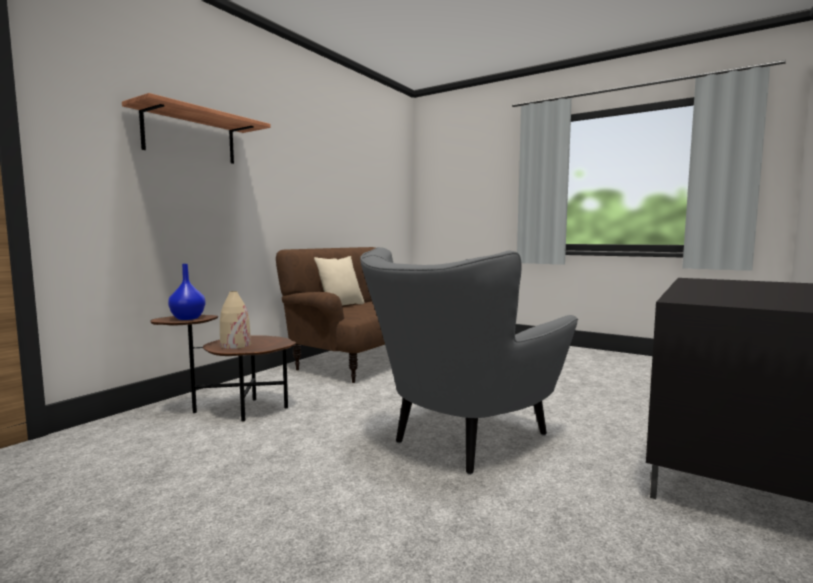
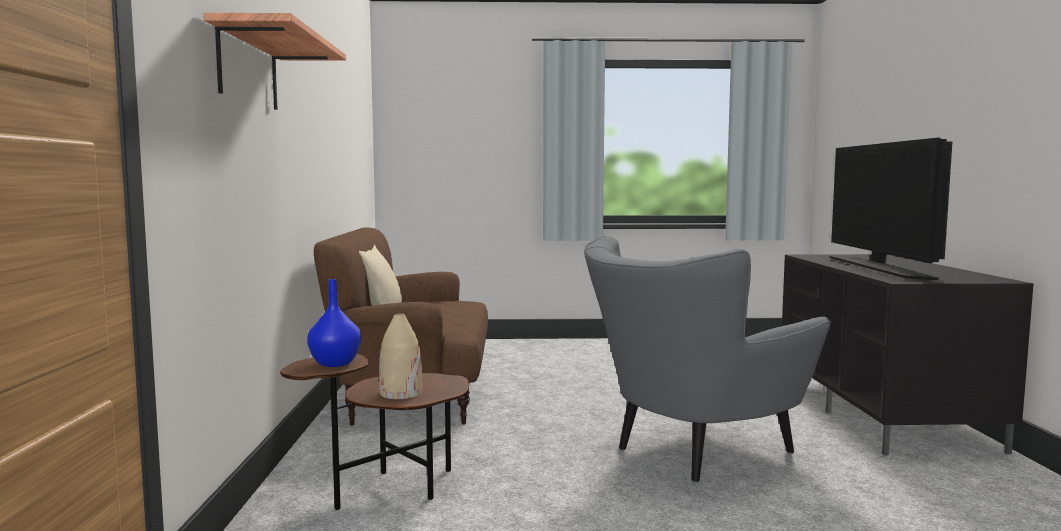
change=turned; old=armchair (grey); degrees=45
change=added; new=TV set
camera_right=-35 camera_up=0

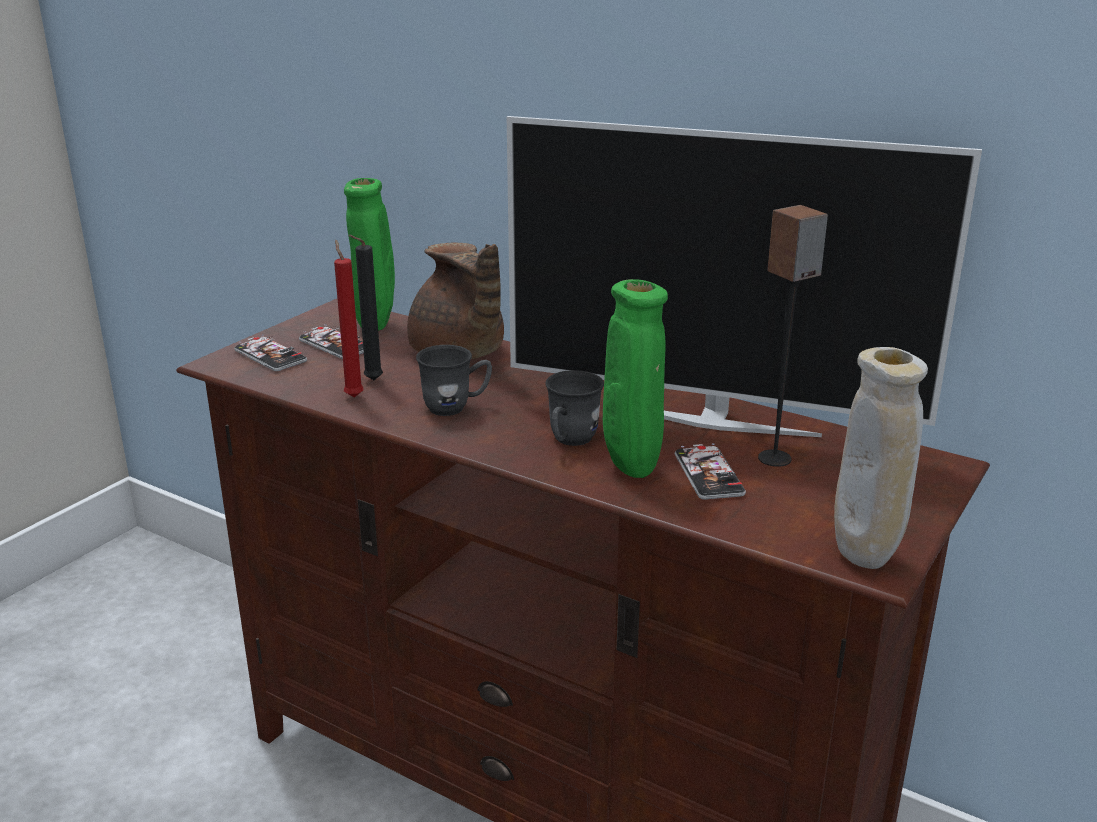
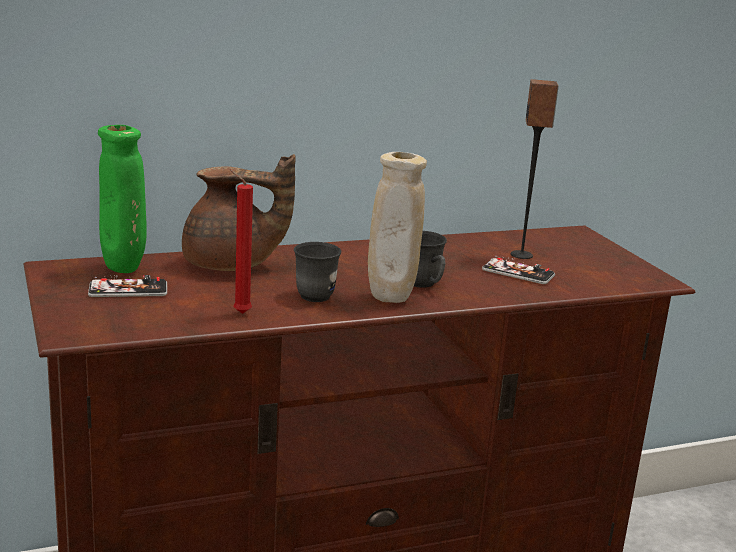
change=removed; old=TV set
change=removed; old=wax candle (black-coloured)
change=removed; old=vase (green) (2nd from left)
change=removed; old=telephone (1st from left)
change=moved; old=vase (beige)
camera_right=-55 camera_up=-5

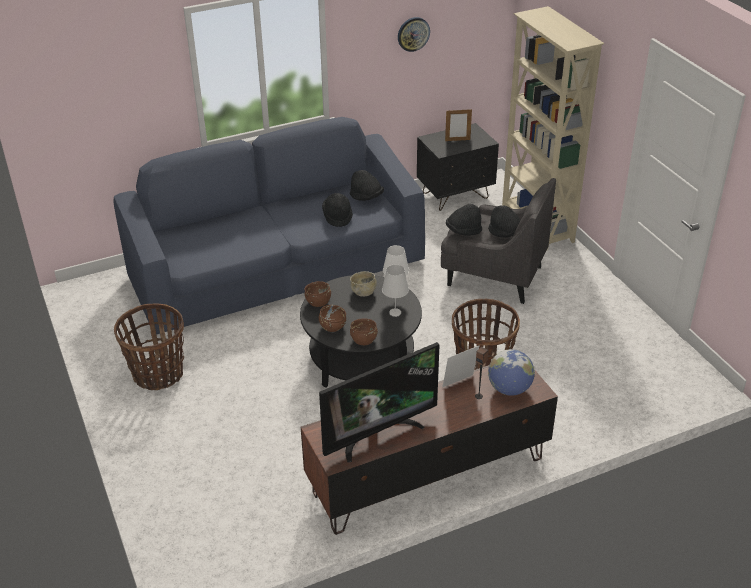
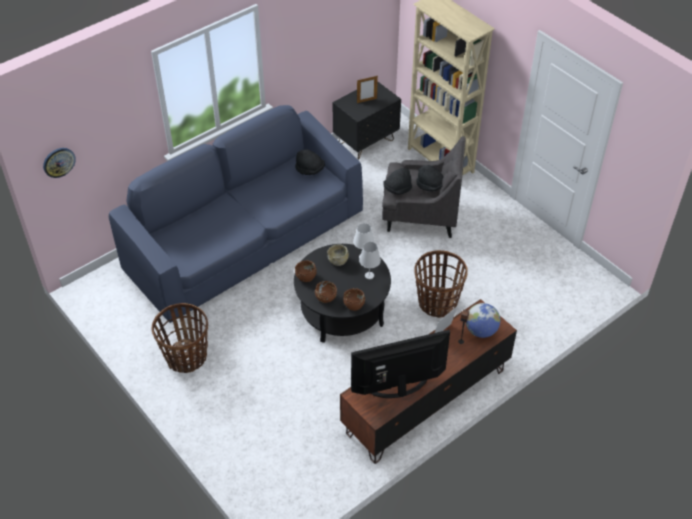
change=moved; old=hanging clock
change=removed; old=hat (black-coloured) (1st from left)
change=turned; old=TV set; degrees=-150
camera_right=-15 camera_up=10

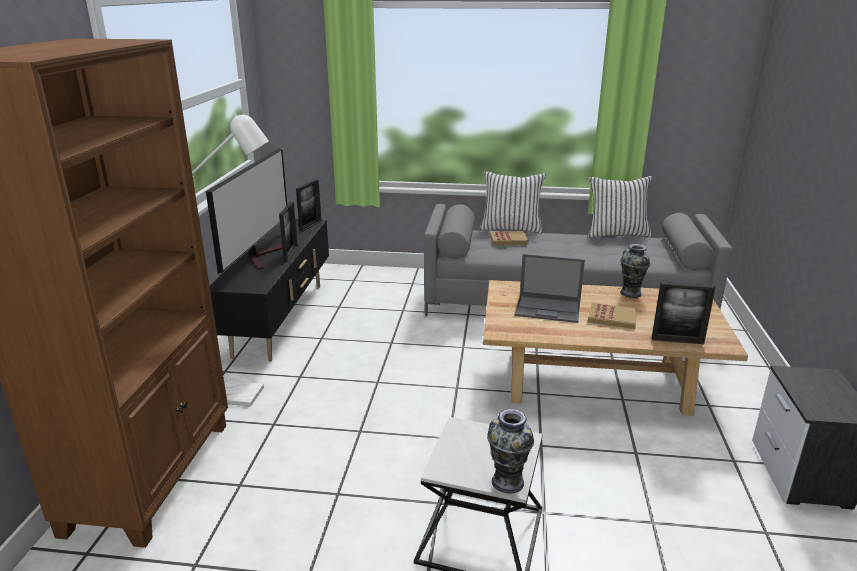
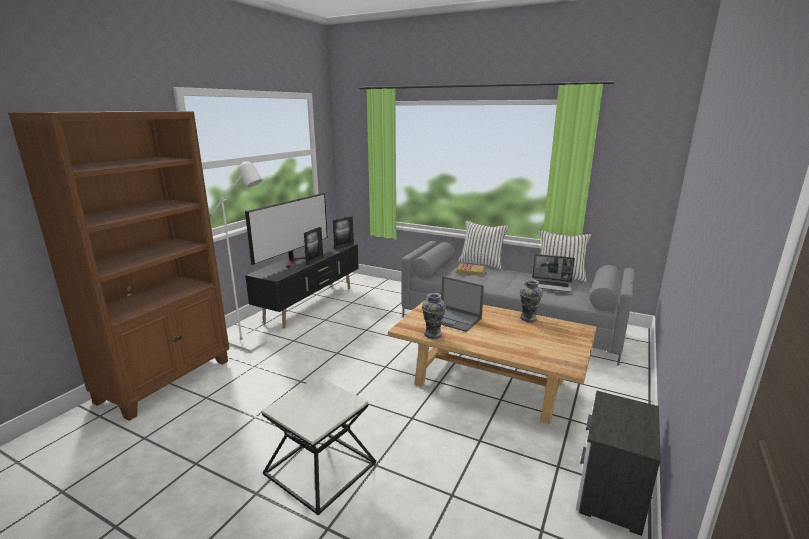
change=removed; old=standing frame (3rd from left)
change=removed; old=book (2nd from left)
change=moved; old=vase (1st from left)
change=added; new=portable computer (2nd from left)
camera_right=20 camera_up=-5

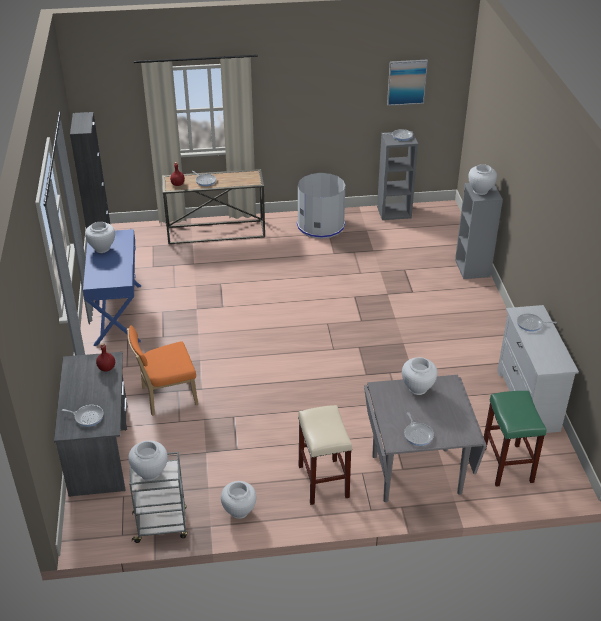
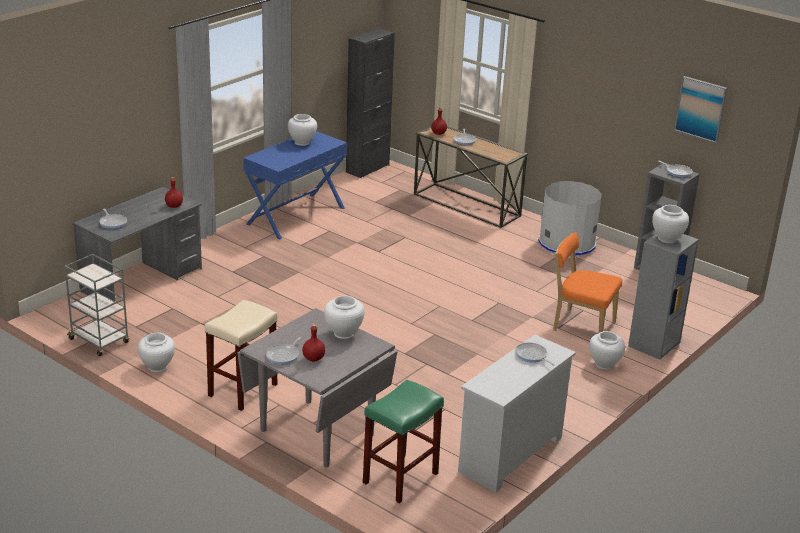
change=moved; old=upright chair (orange)
change=moved; old=vase (white) (2nd from left in the first image); new=vase (white) (4th from left)
change=added; new=bottle (red) (2nd from left)
camera_right=45 camera_up=-10

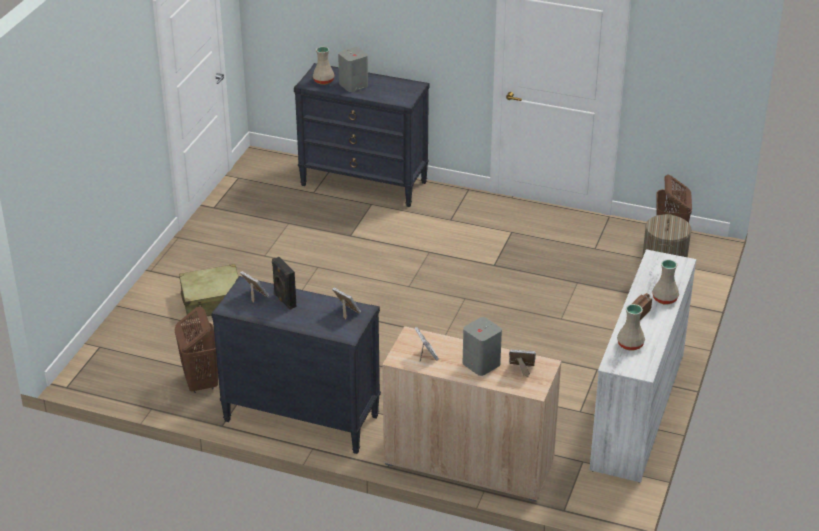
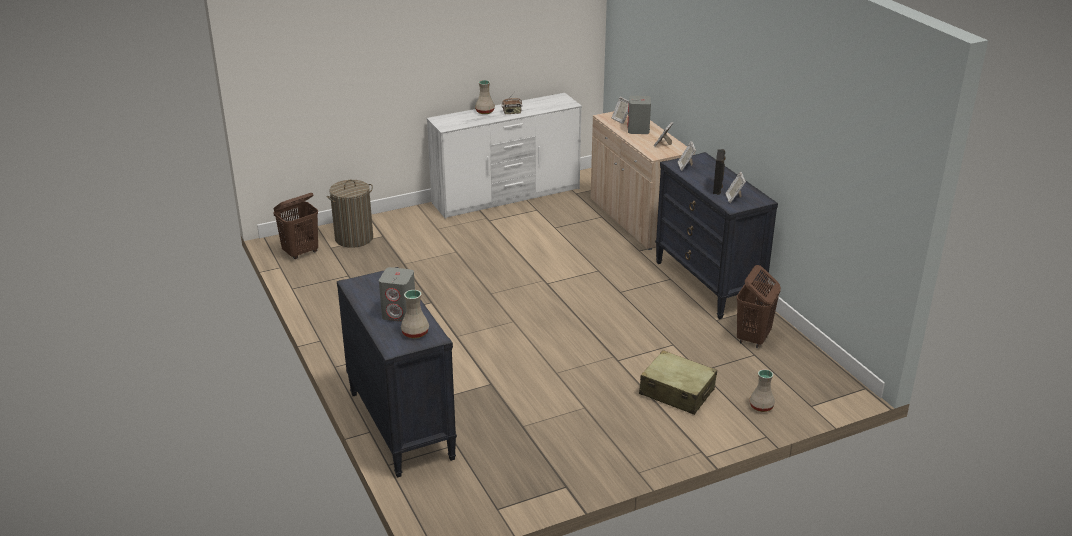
change=moved; old=vase (beige) (2nd from left in the first image); new=vase (beige) (3rd from left)
camera_right=-135 camera_up=-5

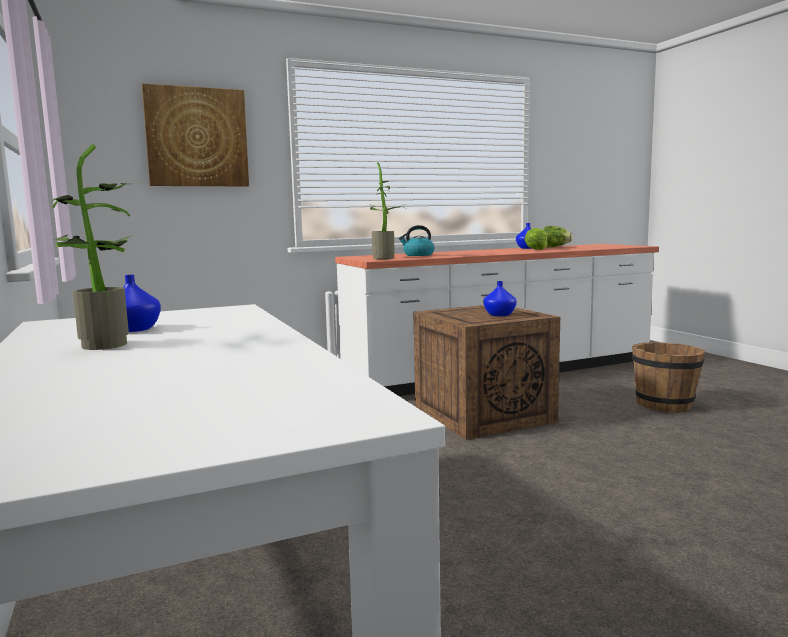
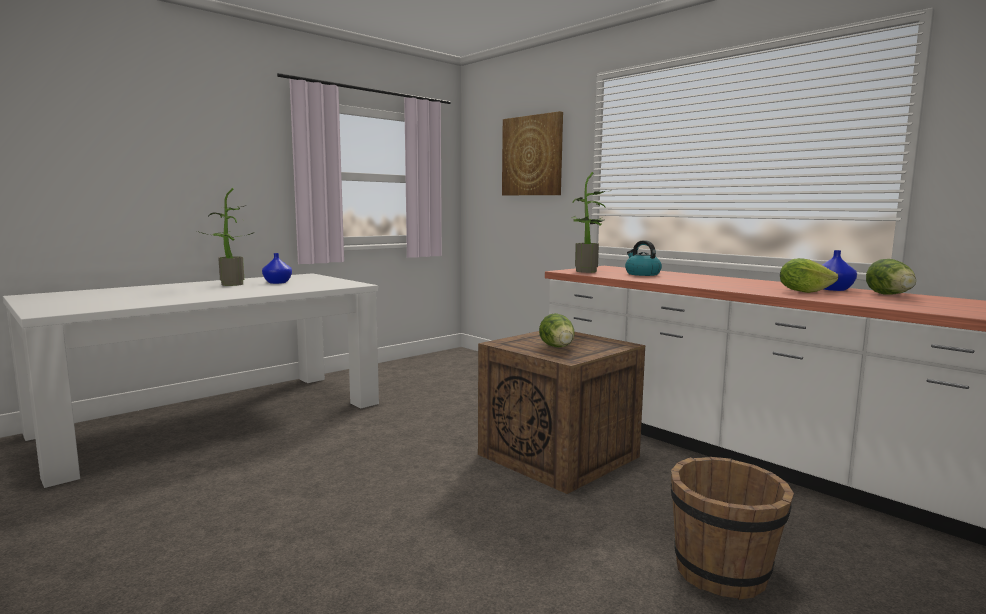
change=replaced; old=vase (blue-coloured) (2nd from left); new=lettuce head (1st from left)
camera_right=70 camera_up=0

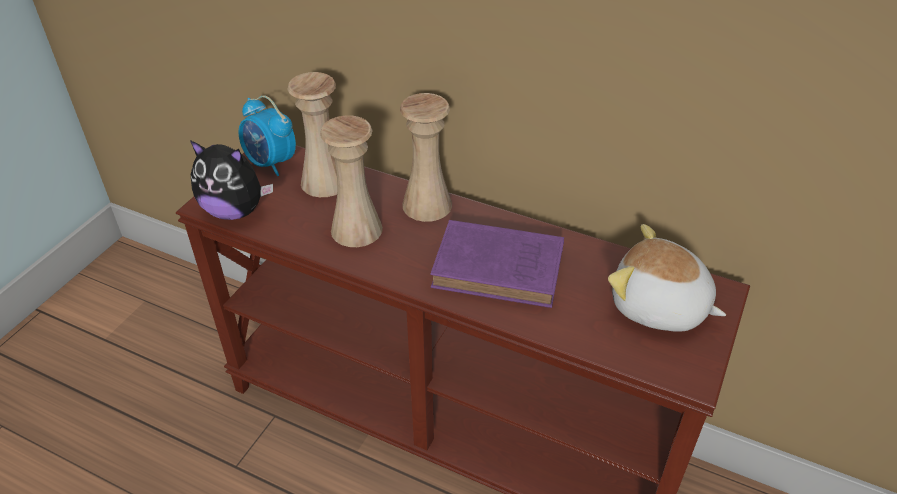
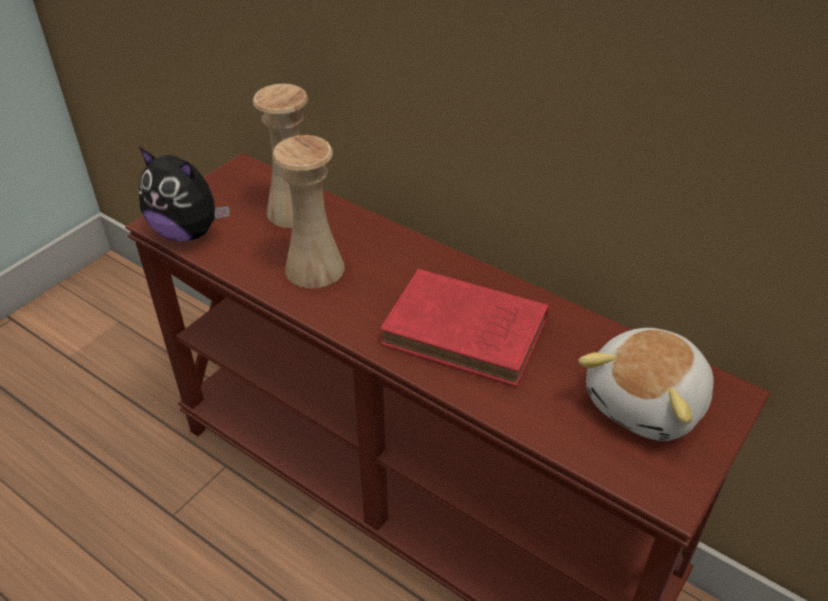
change=removed; old=vase (beige) (3rd from left)
change=removed; old=table clock
change=recoloured; old=book (purple-coloured); new=book (red)
change=turned; old=plush toy (2nd from left); degrees=-90
camera_right=10 camera_up=0

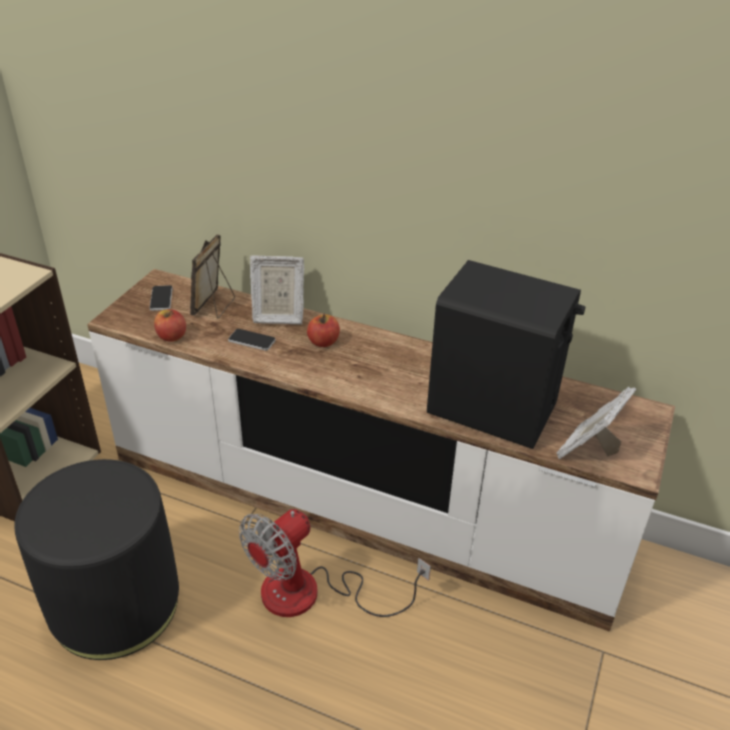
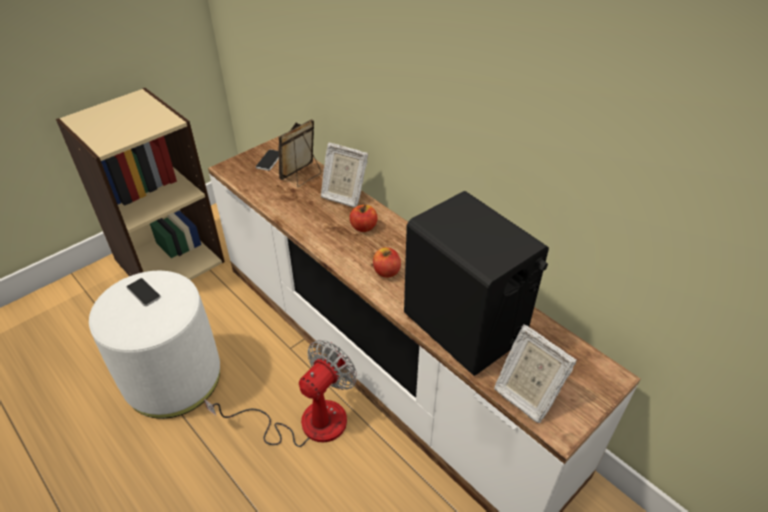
change=moved; old=apple fruit (1st from left in the first image); new=apple fruit (2nd from left)
change=moved; old=telephone (2nd from left in the first image); new=telephone (1st from left)
change=turned; old=standing frame (3rd from left); degrees=-105
change=recoloured; old=pouffe (black-coloured); new=pouffe (white)
change=turned; old=cooling fan; degrees=150
camera_right=25 camera_up=5

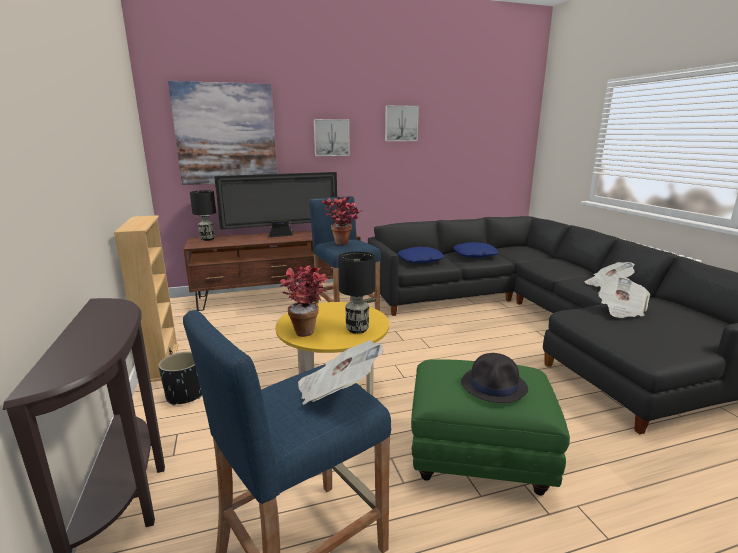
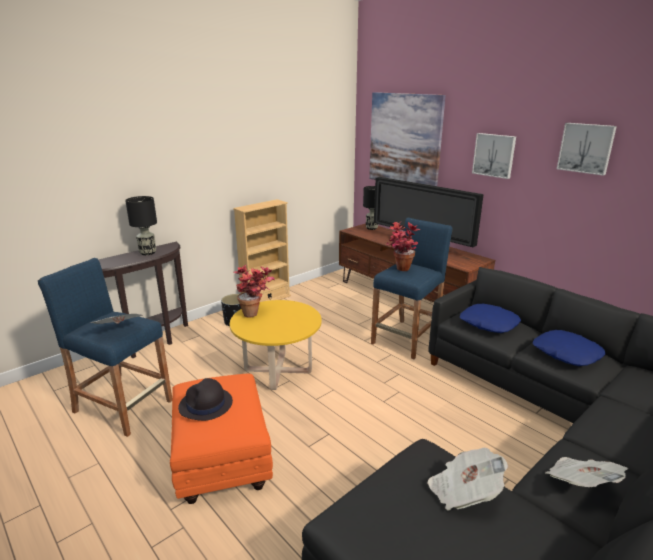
change=moved; old=lamp for a table (black-coloured) (2nd from left in the first image); new=lamp for a table (black-coloured) (1st from left)
change=recoloured; old=pouffe (green); new=pouffe (orange)
camera_right=65 camera_up=5

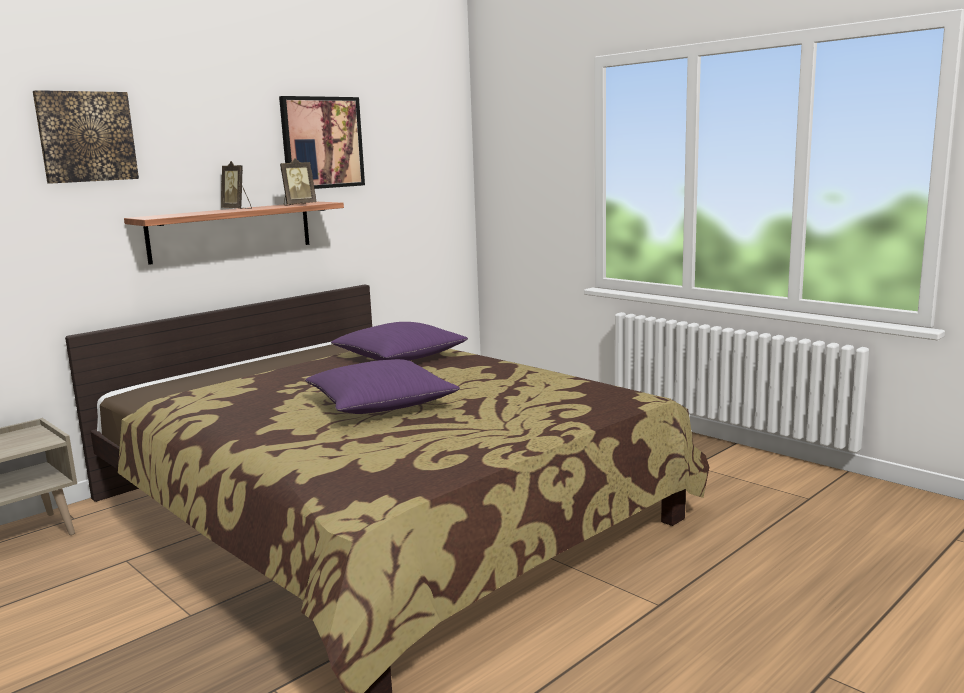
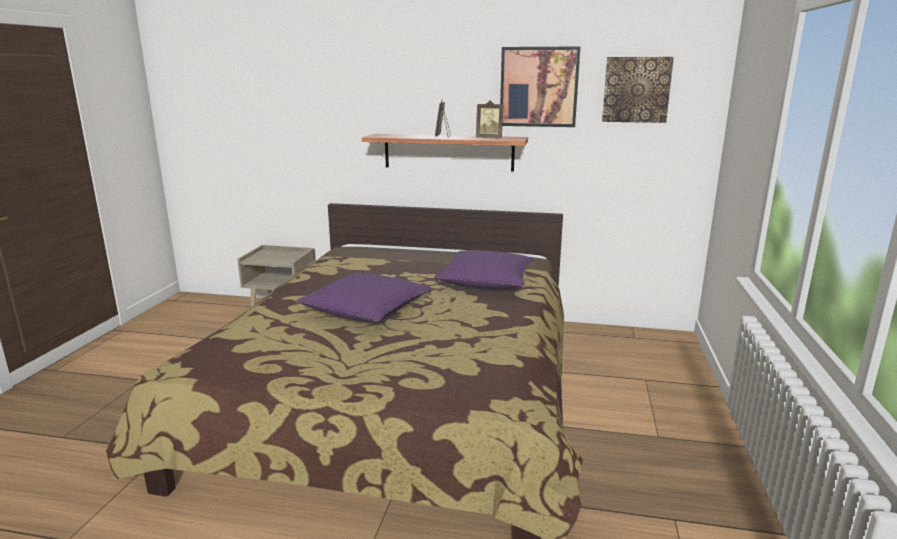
change=moved; old=picture (1st from left in the first image); new=picture (2nd from left)
camera_right=55 camera_up=5

